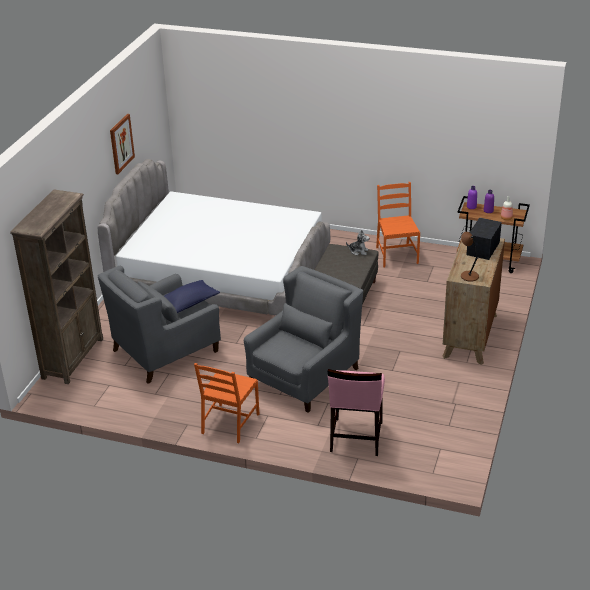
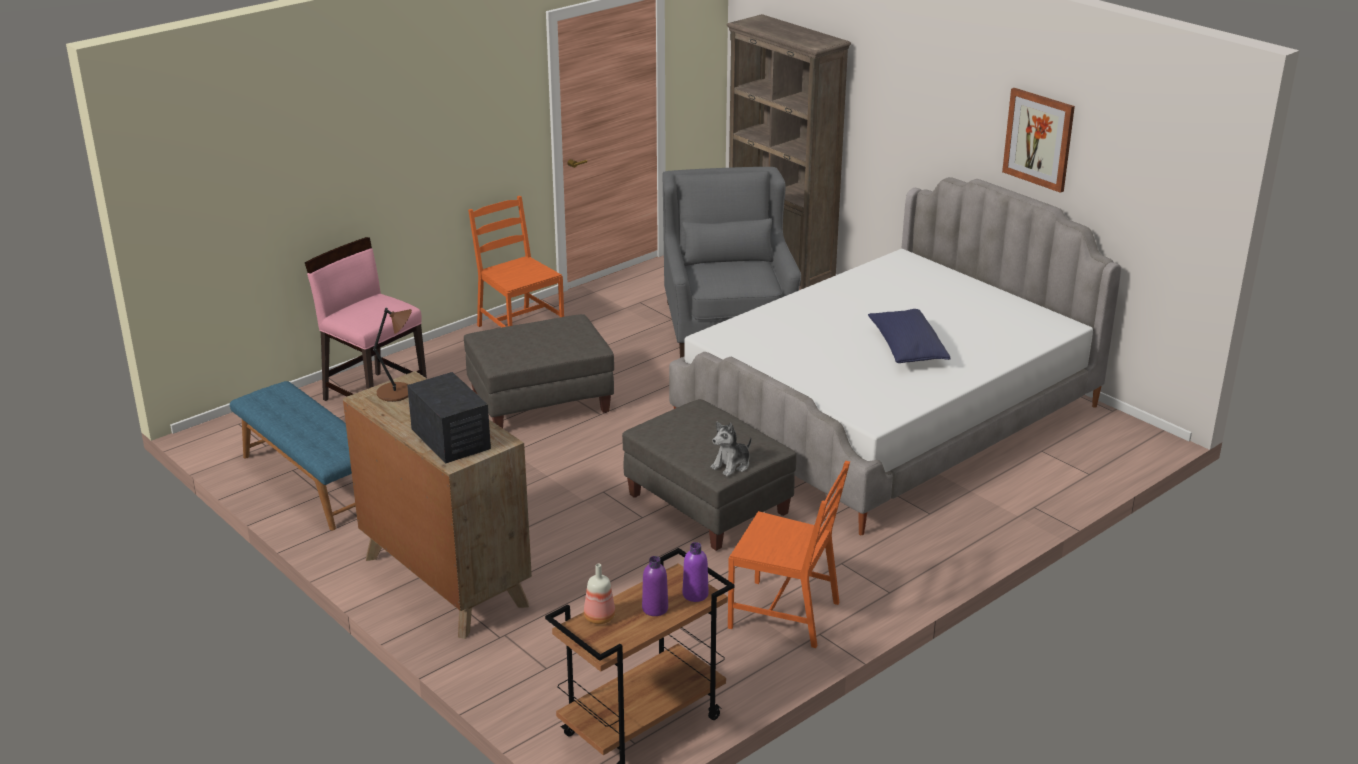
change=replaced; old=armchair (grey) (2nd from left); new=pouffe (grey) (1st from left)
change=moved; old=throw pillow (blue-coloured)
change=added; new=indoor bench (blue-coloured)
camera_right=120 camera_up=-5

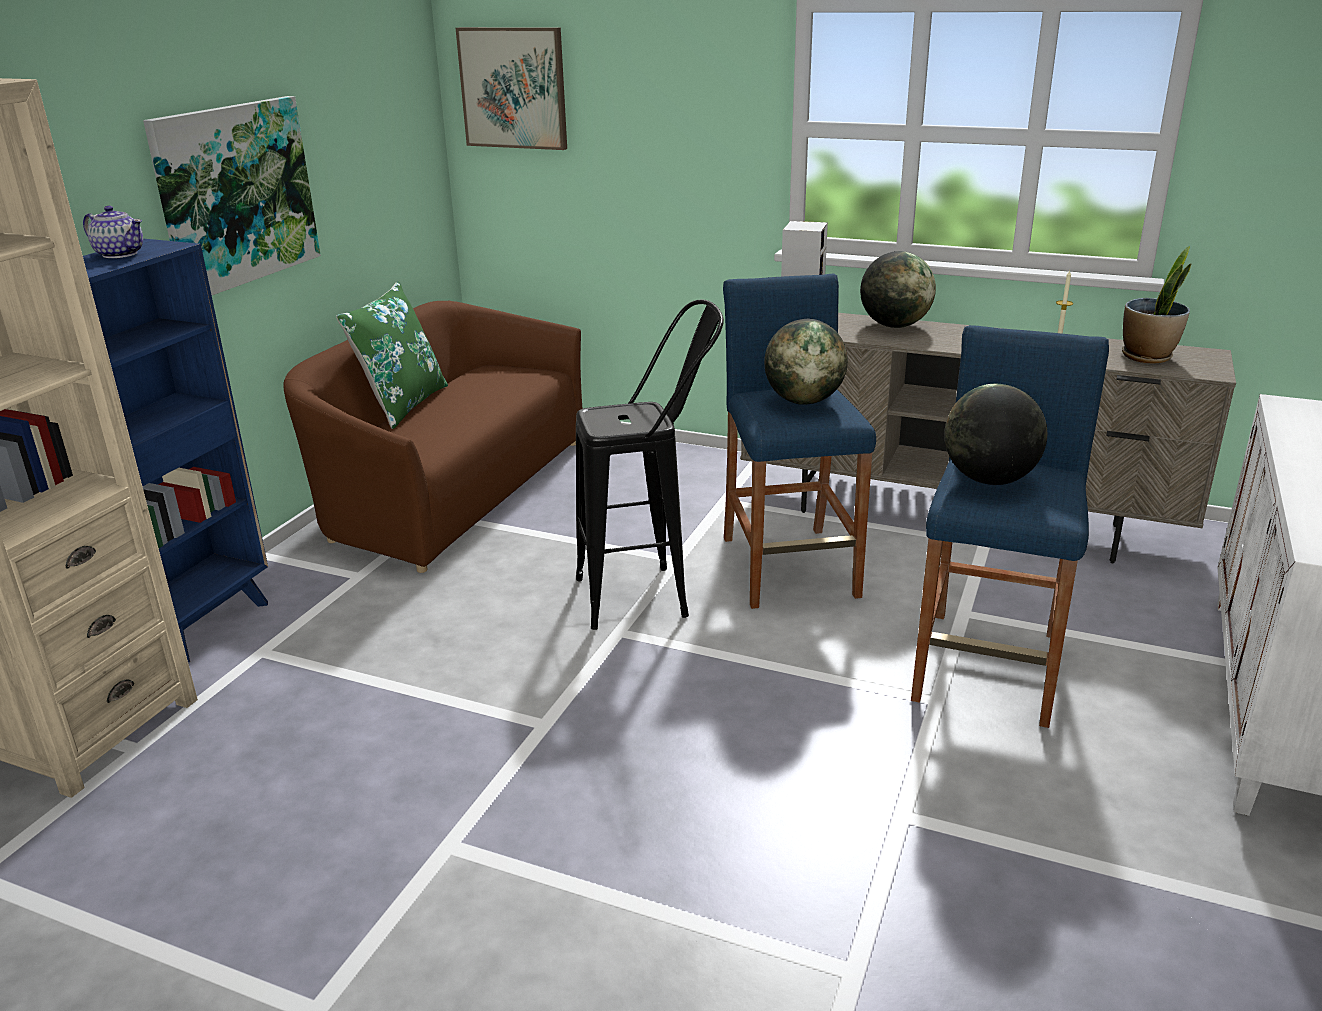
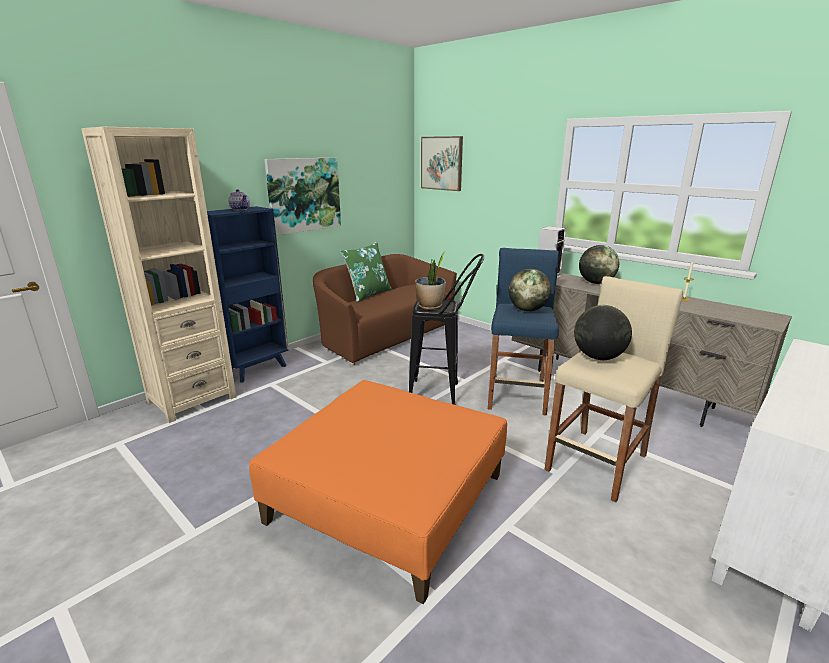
change=moved; old=potted plant
change=recoloured; old=stool seat (blue-coloured) (2nd from left); new=stool seat (beige)
change=added; new=pouffe (orange)
camera_right=20 camera_up=-5

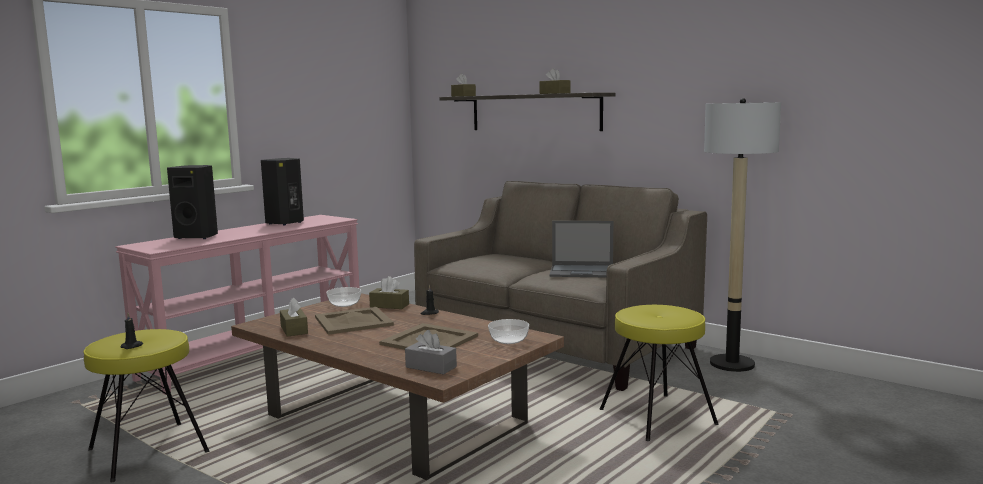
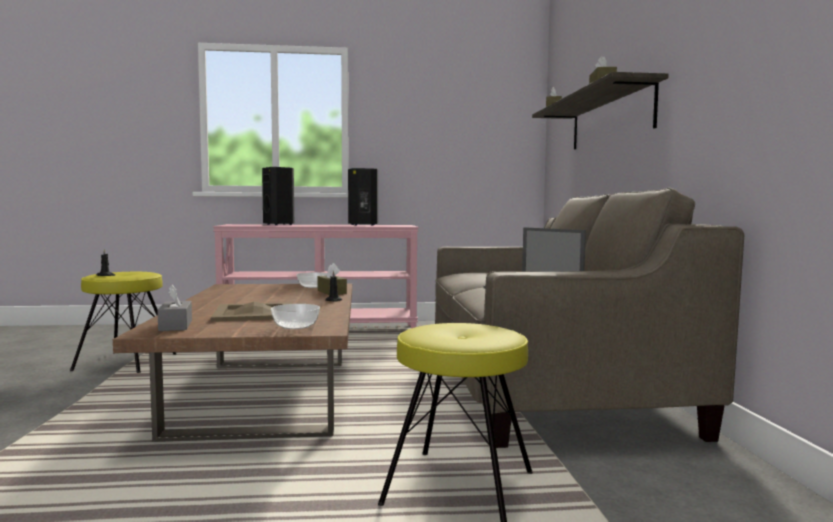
change=removed; old=standing lamp
change=removed; old=tissue box (brown-coloured) (1st from left)
change=removed; old=serving tray (beige) (1st from left)
camera_right=45 camera_up=-5

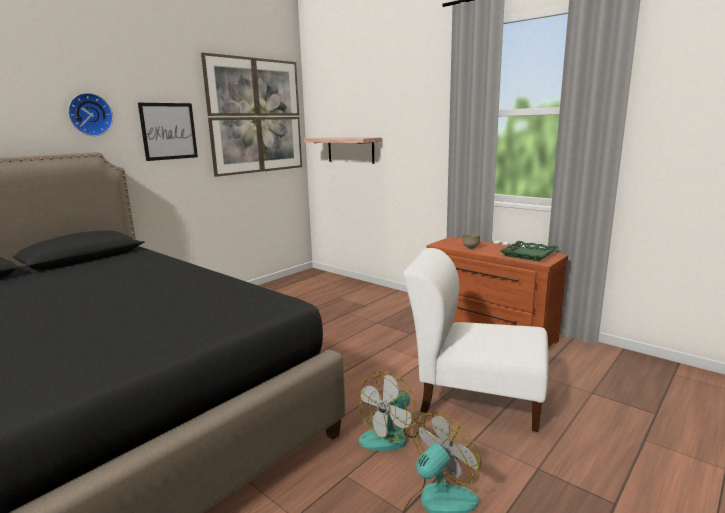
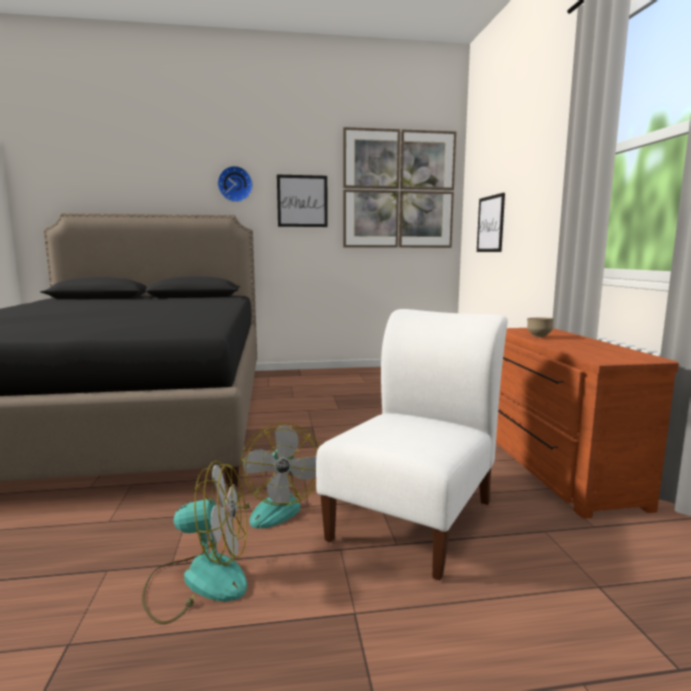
change=replaced; old=wall shelf; new=picture (3rd from left)
change=removed; old=serving tray (green)
change=turned; old=upright chair (white); degrees=60
change=turned; old=cooling fan (1st from left in the first image); degrees=-90
camera_right=40 camera_up=-5

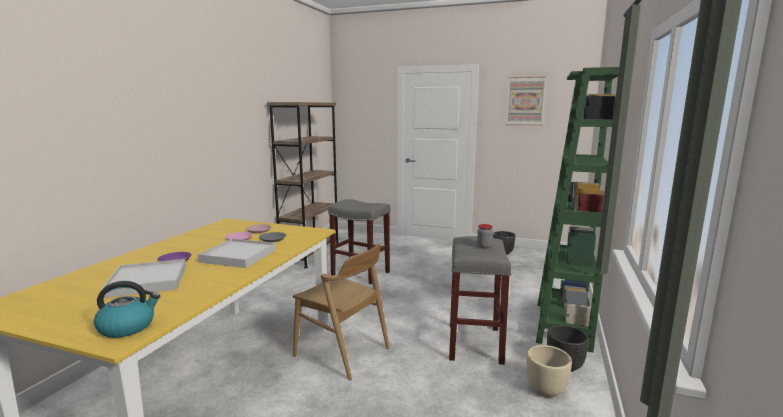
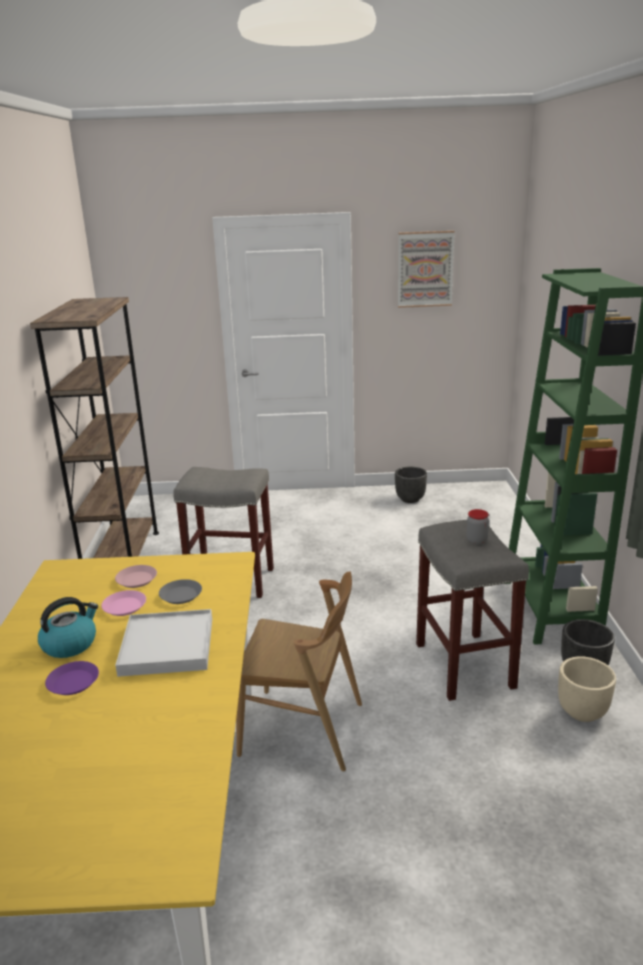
change=removed; old=serving tray (white) (1st from left)
change=moved; old=tea kettle
camera_right=-20 camera_up=10

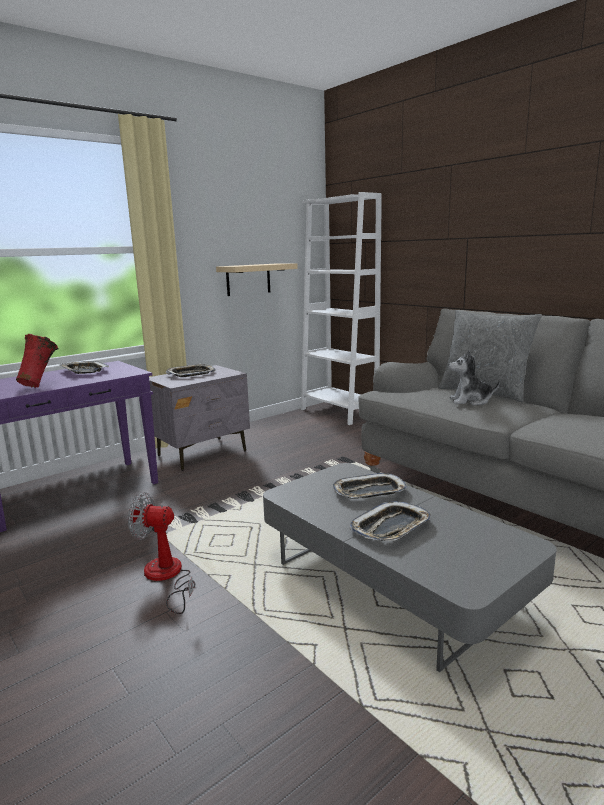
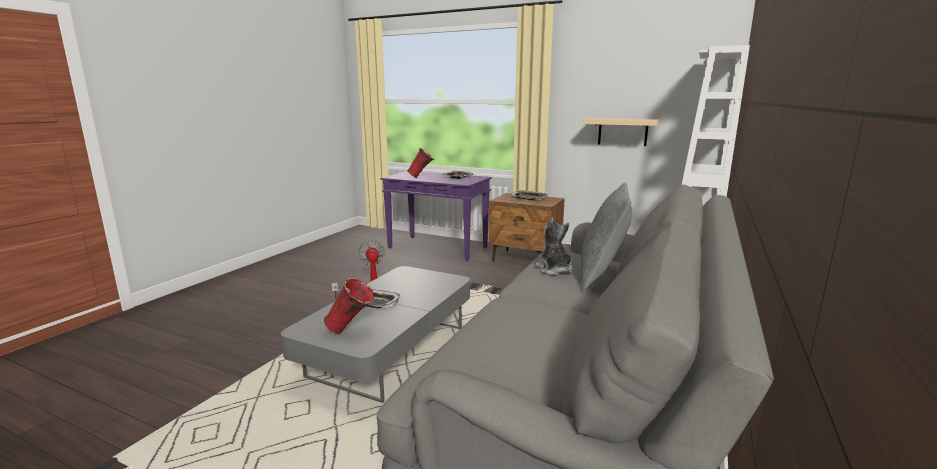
change=recoloured; old=nightstand (grey); new=nightstand (brown-coloured)
change=removed; old=serving tray (3rd from left)
change=added; new=vase (red) (1st from left)
camera_right=65 camera_up=0

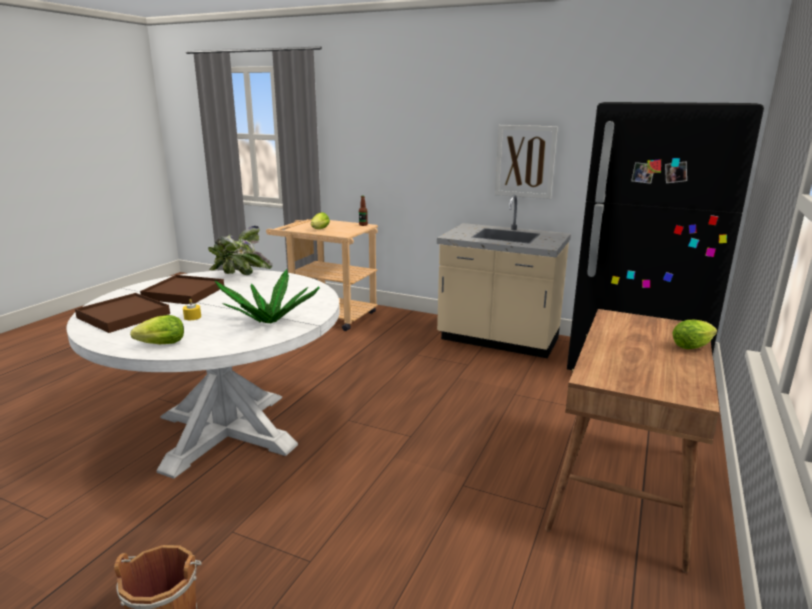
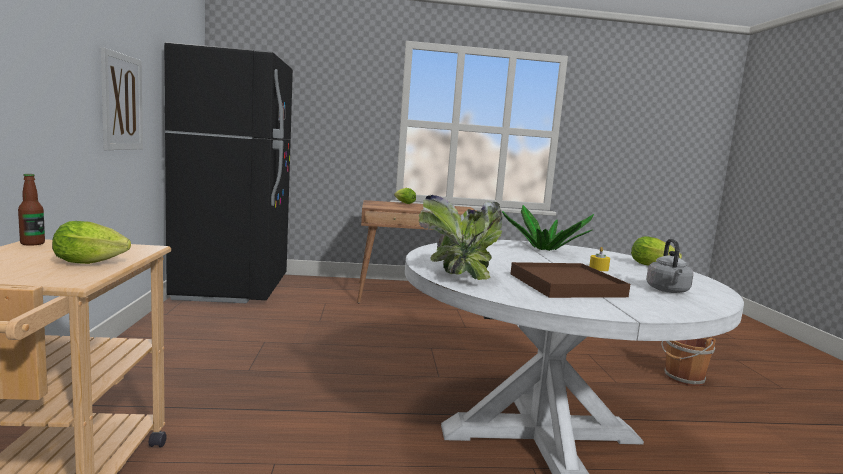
change=removed; old=kitchen counter (beige)
change=replaced; old=serving tray (brown-coloured) (1st from left); new=tea kettle (grey)
camera_right=-120 camera_up=-10

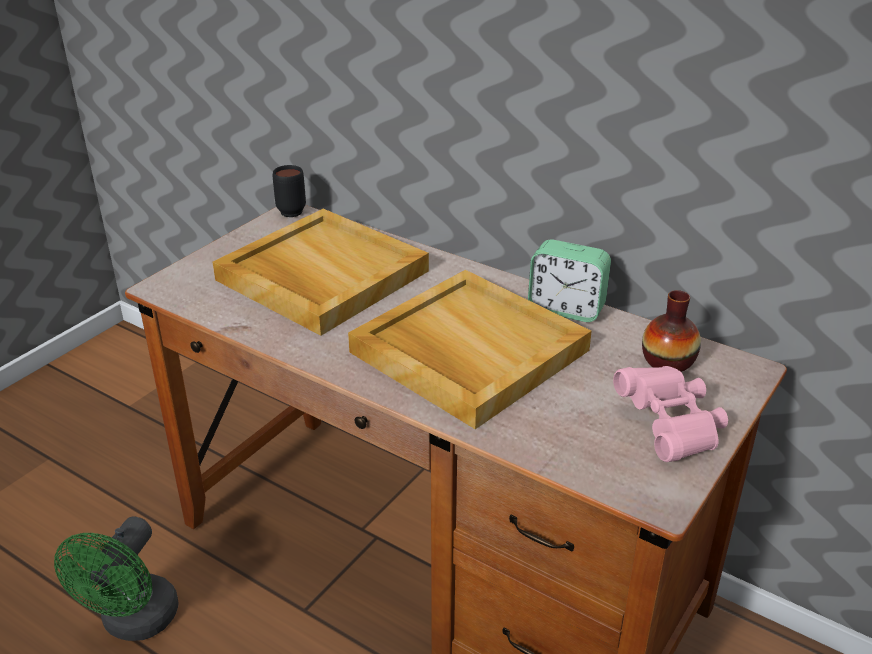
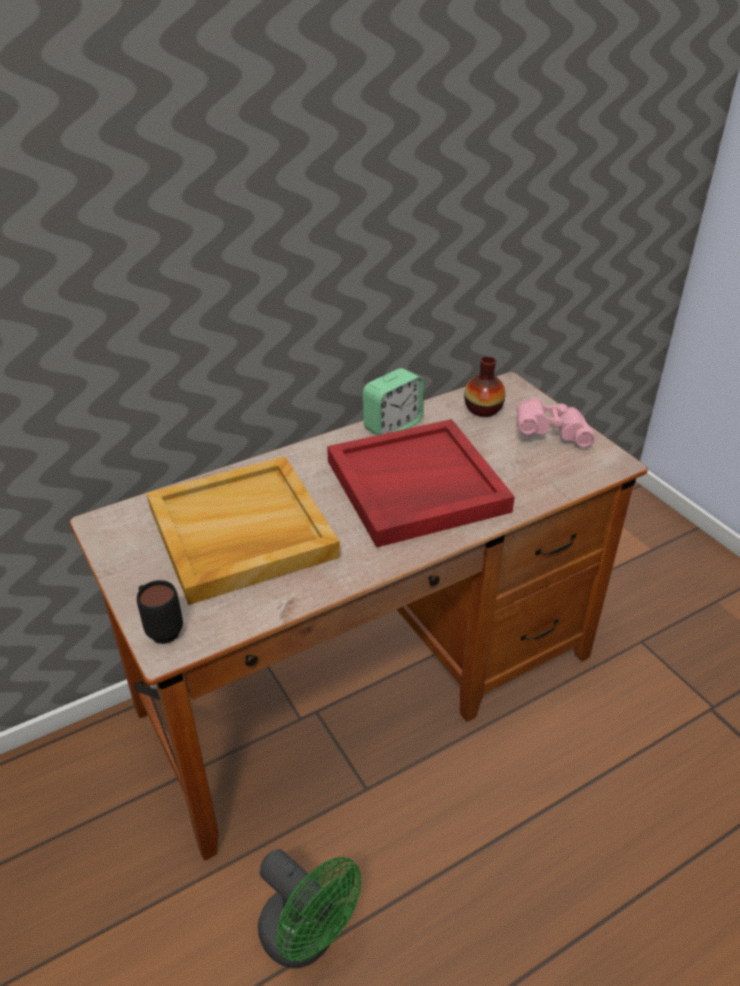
change=moved; old=coffee mug (black-coloured)
change=recoloured; old=serving tray (beige) (2nd from left); new=serving tray (red)
camera_right=-65 camera_up=5

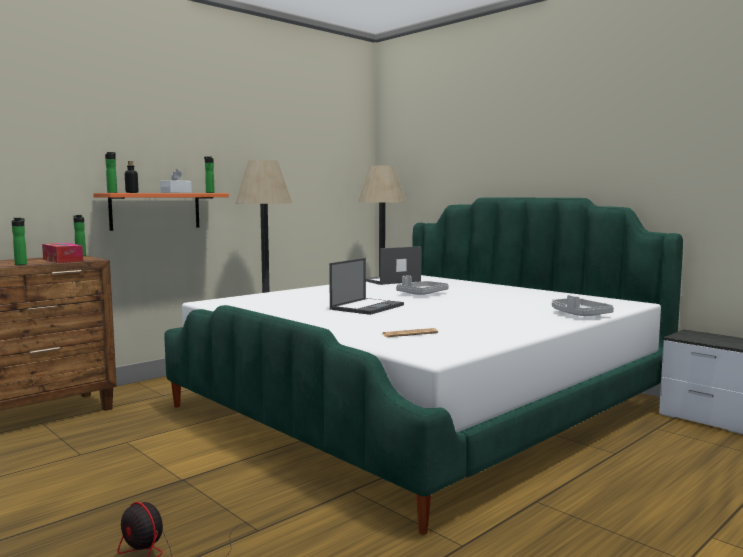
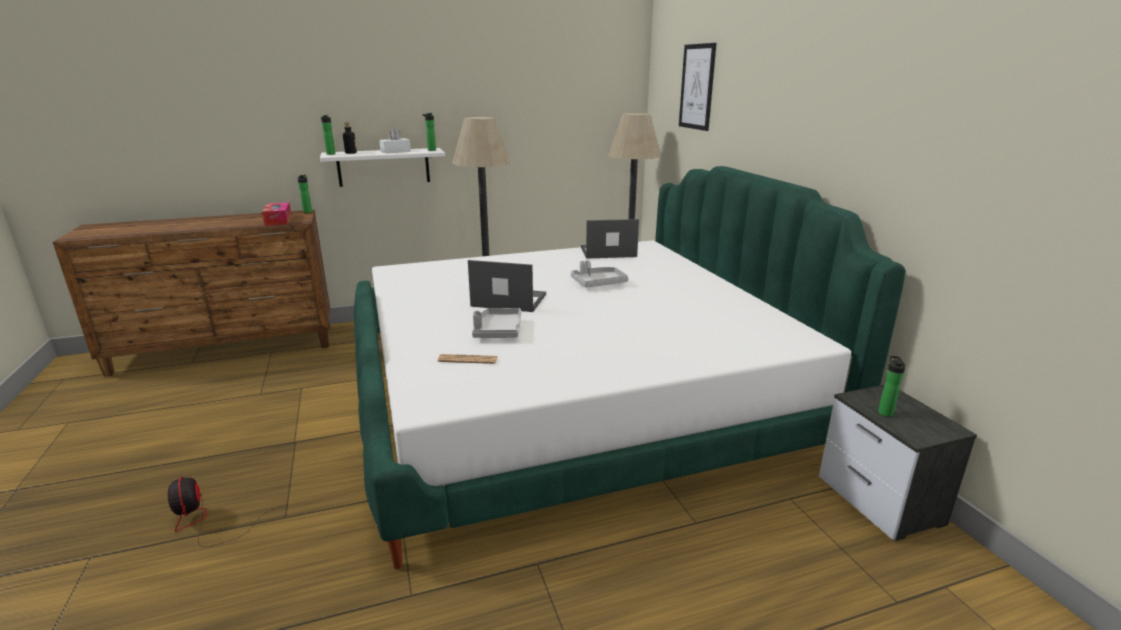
change=recoloured; old=wall shelf (orange); new=wall shelf (white)
change=moved; old=bottle (1st from left in the first image); new=bottle (5th from left)
change=turned; old=portable computer (1st from left); degrees=-135
change=moved; old=serving tray (grey) (2nd from left in the first image); new=serving tray (grey) (1st from left)
change=added; new=picture
camera_right=25 camera_up=15

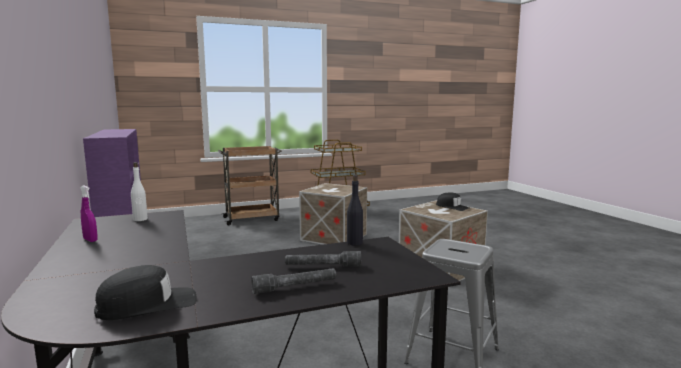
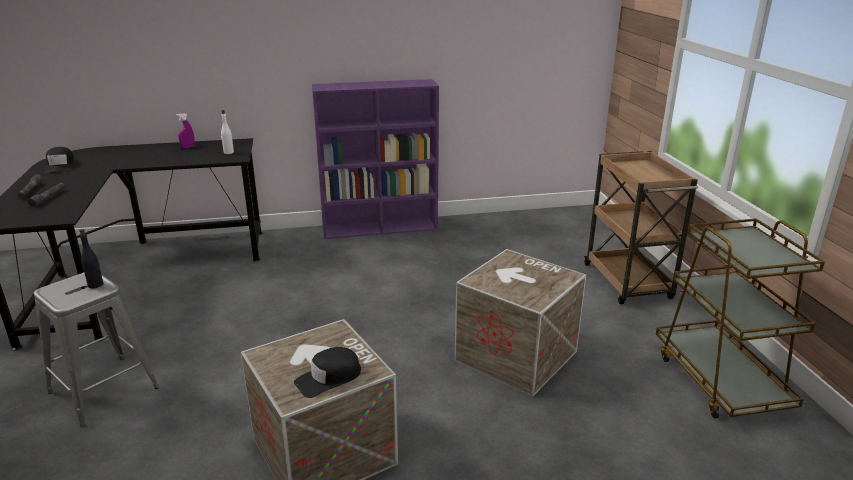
change=moved; old=bottle (black-coloured)
camera_right=100 camera_up=15

